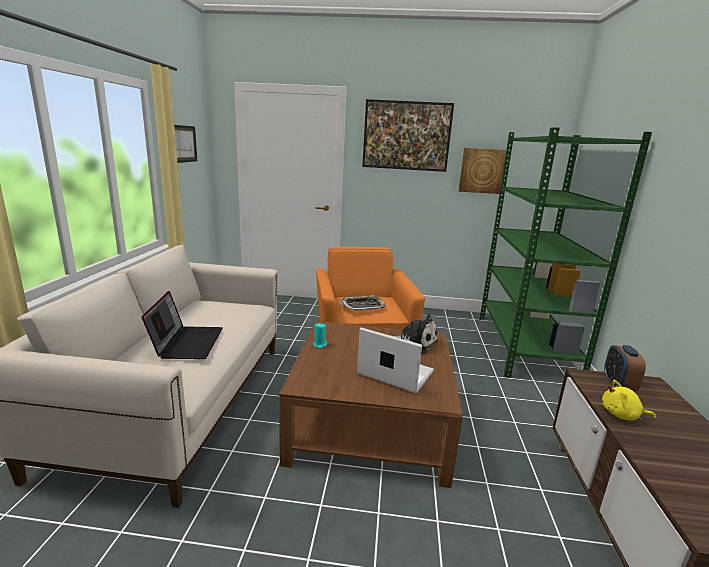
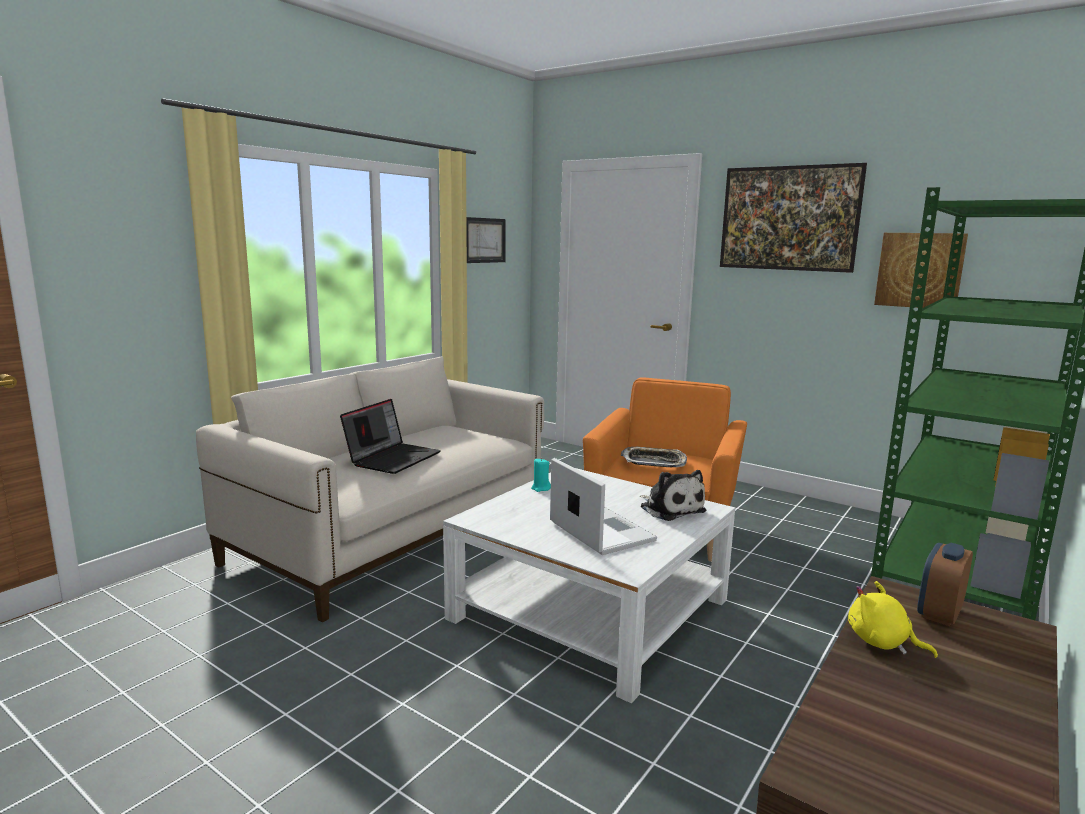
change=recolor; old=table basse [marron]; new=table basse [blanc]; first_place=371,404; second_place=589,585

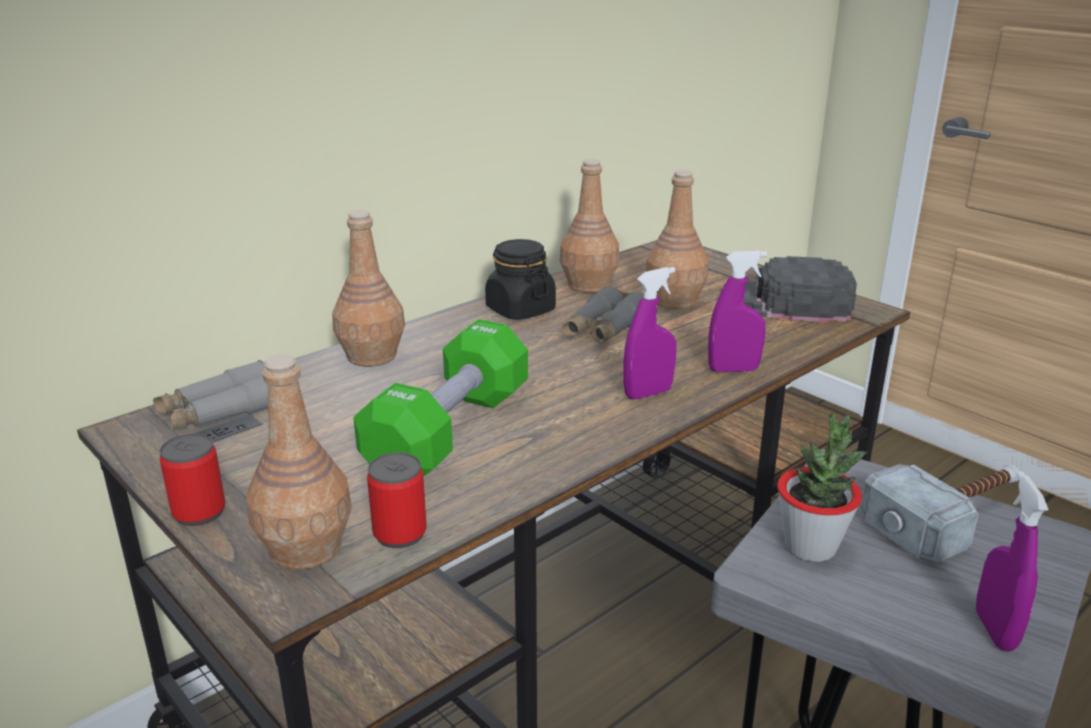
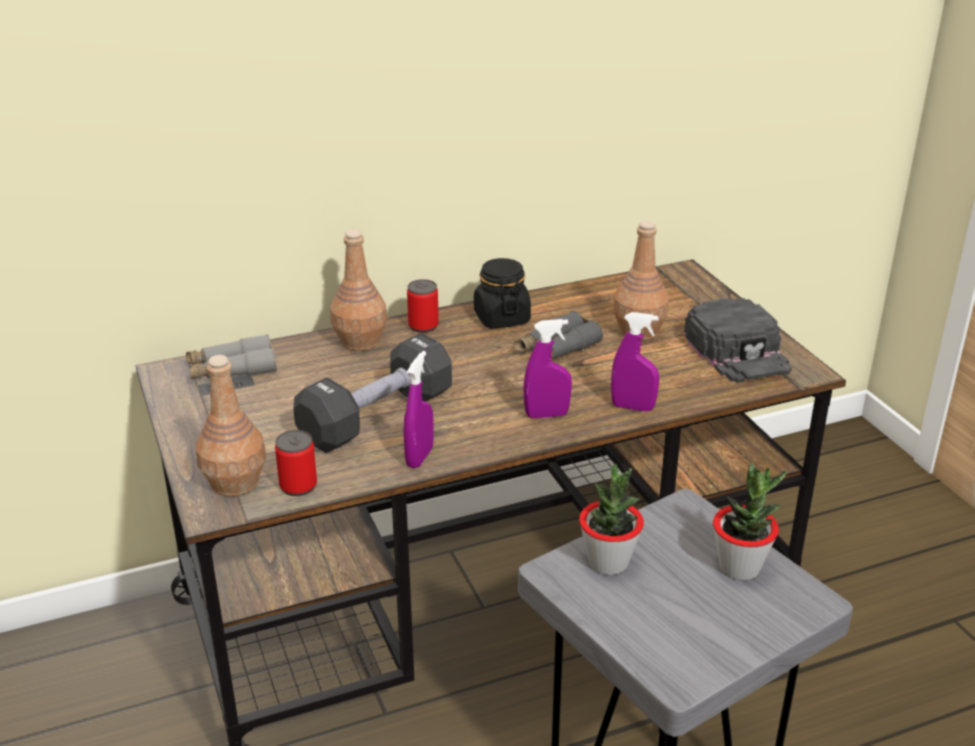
change=delete; old=bouteille [marron]; first_place=589,226
change=move; old=boîte métallique; first_place=192,480; second_place=423,306
change=move; old=vaporisateur [violet]; first_place=1012,561; second_place=418,409
change=replace; old=marteau; new=plante en pot; first_place=939,513; second_place=750,521
change=recolor; old=haltère [vert]; new=haltère [noir]; first_place=441,398; second_place=372,393
change=rotate; old=casquette [noir]; first_place=790,289; second_place=738,340; degrees=-135

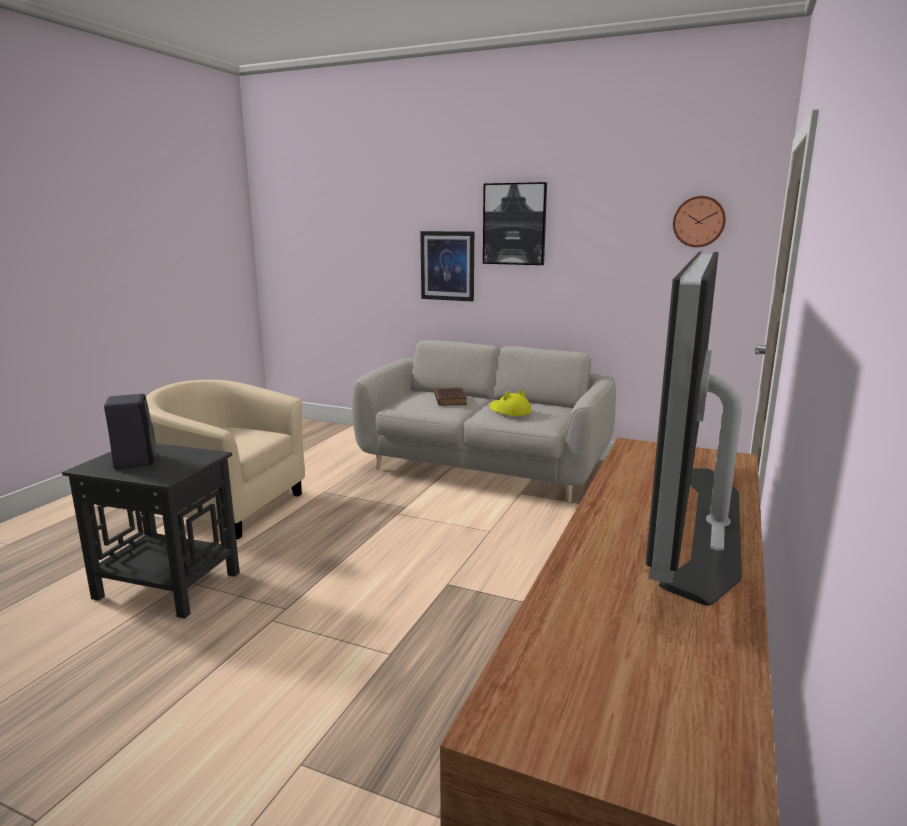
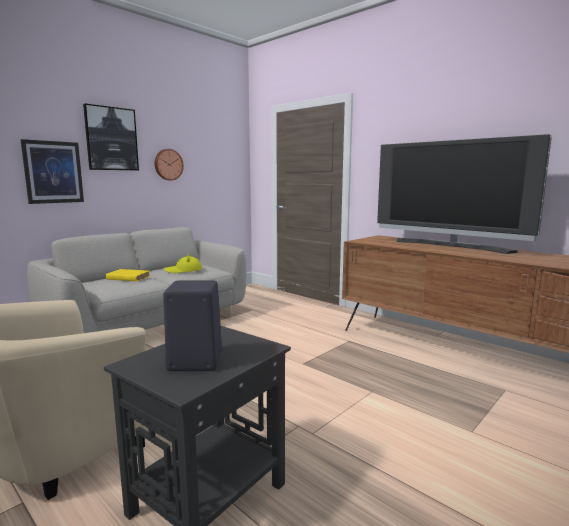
change=move; old=horloge murale; first_place=699,221; second_place=169,164
change=recolor; old=livre [marron]; new=livre [jaune]; first_place=450,397; second_place=128,275

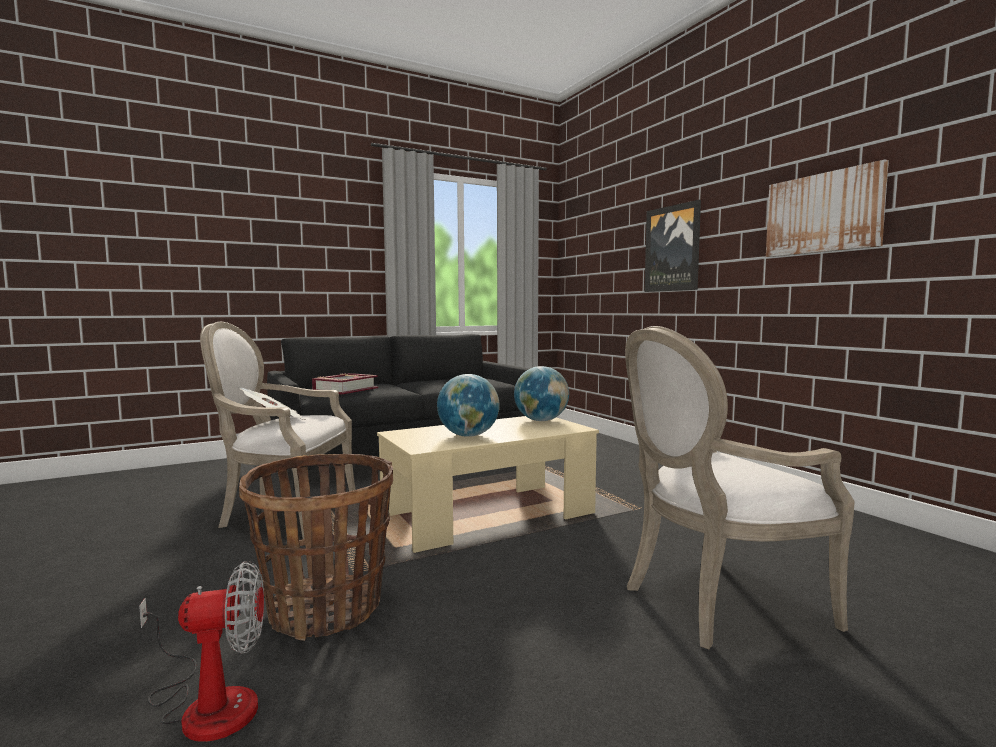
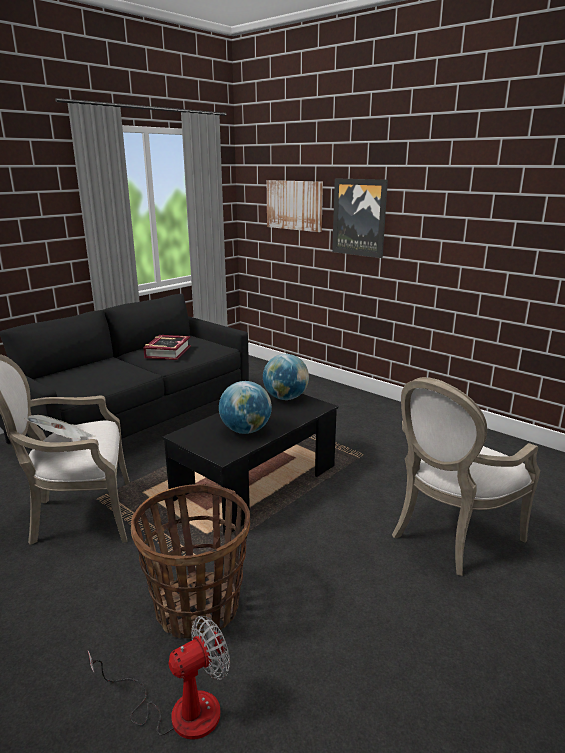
change=move; old=livre; first_place=345,383; second_place=167,347
change=move; old=tableau; first_place=827,208; second_place=295,206
change=recolor; old=table basse [beige]; new=table basse [noir]; first_place=488,484; second_place=250,464

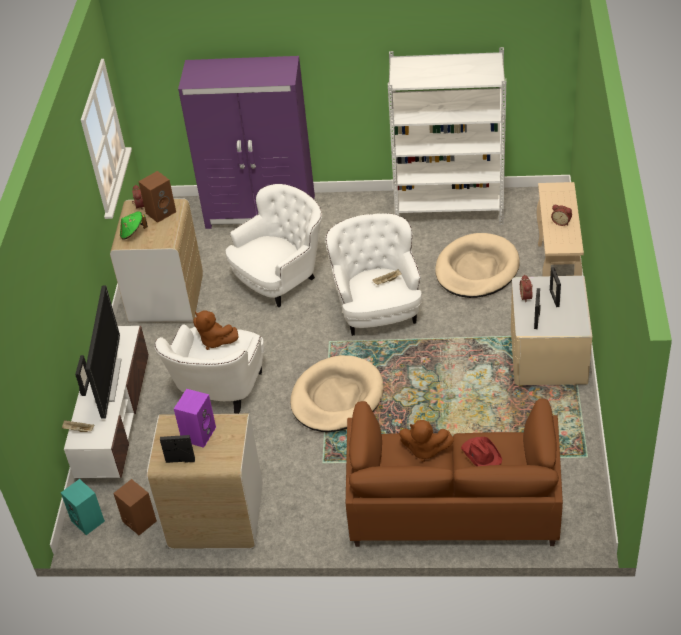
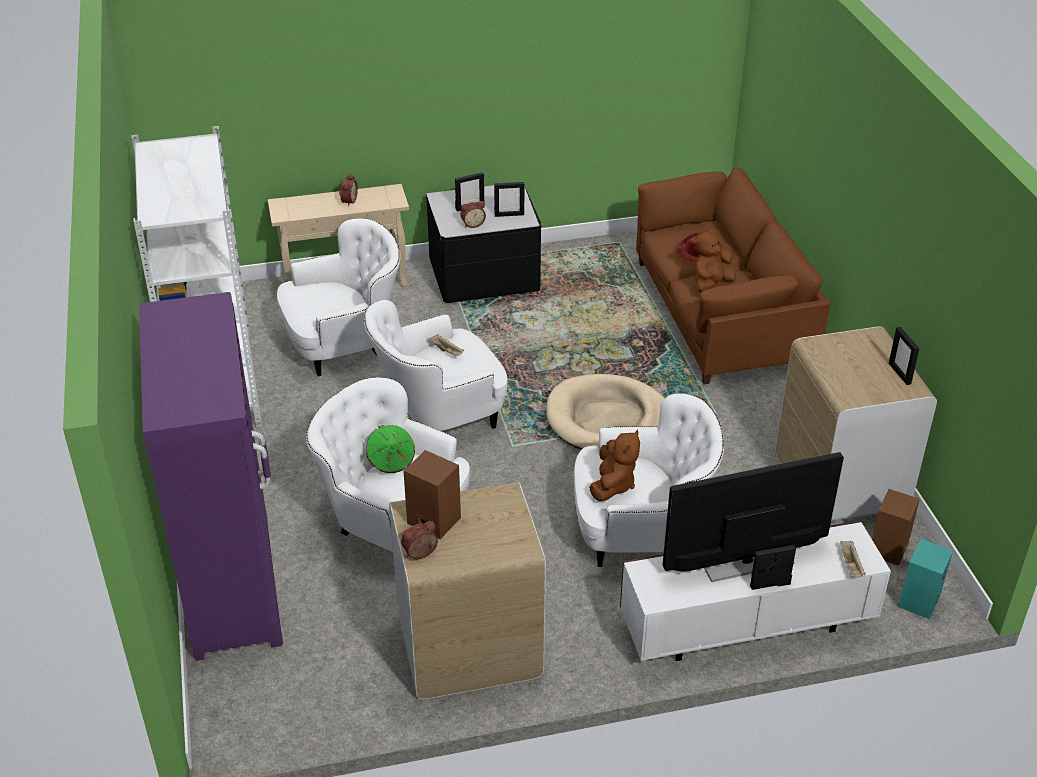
change=delete; old=enceinte [violet]; first_place=195,418
change=move; old=chapeau [vert]; first_place=134,225; second_place=390,449
change=replace; old=panier pour chien [beige]; new=fauteuil [blanc]; first_place=477,265; second_place=339,297
change=recolor; old=table de chevet [beige]; new=table de chevet [noir]; first_place=551,330; second_place=483,244
change=rotate; old=peluche [marron]; first_place=426,441; second_place=715,261; degrees=-135

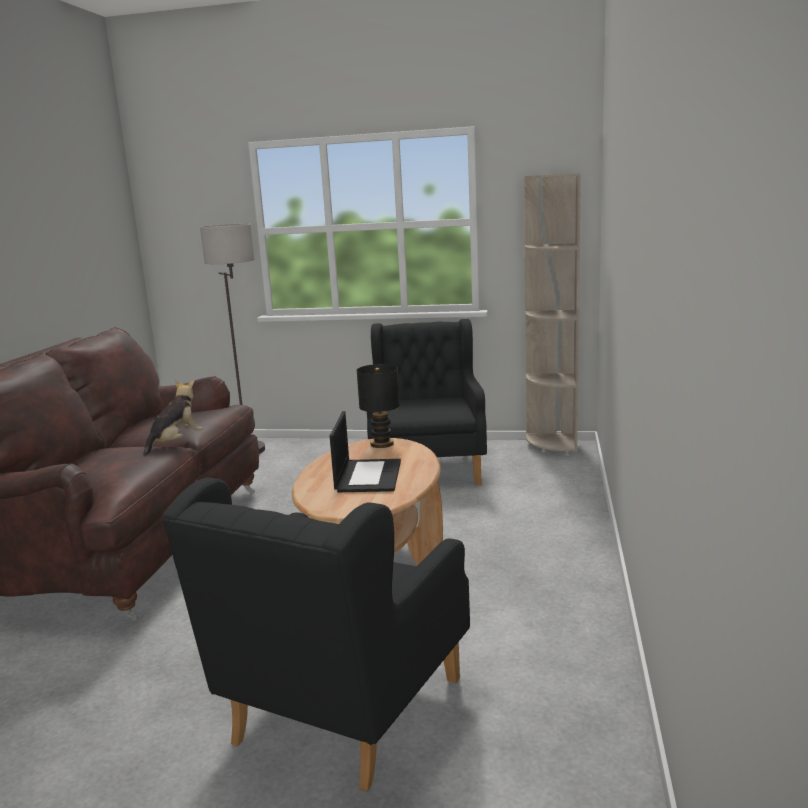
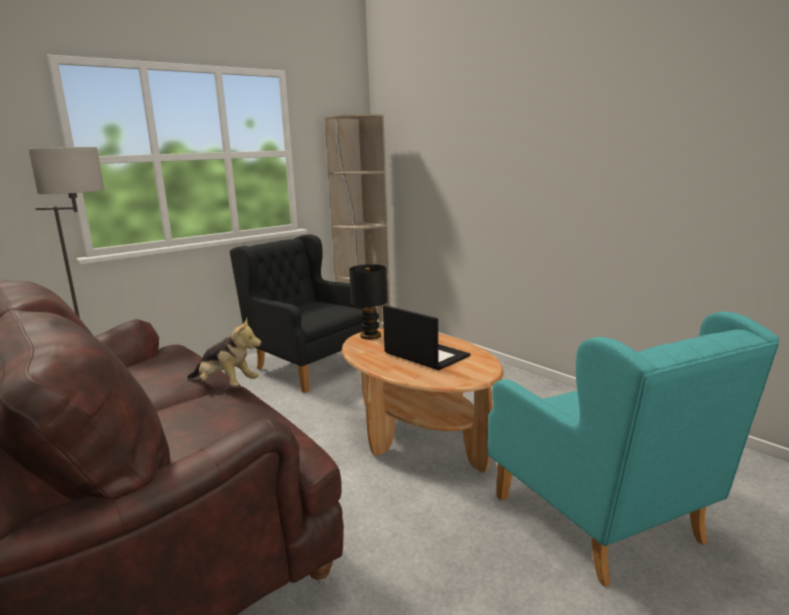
change=recolor; old=fauteuil [noir]; new=fauteuil [turquoise]; first_place=316,634; second_place=634,449
change=rotate; old=peluche; first_place=173,418; second_place=224,351; degrees=135

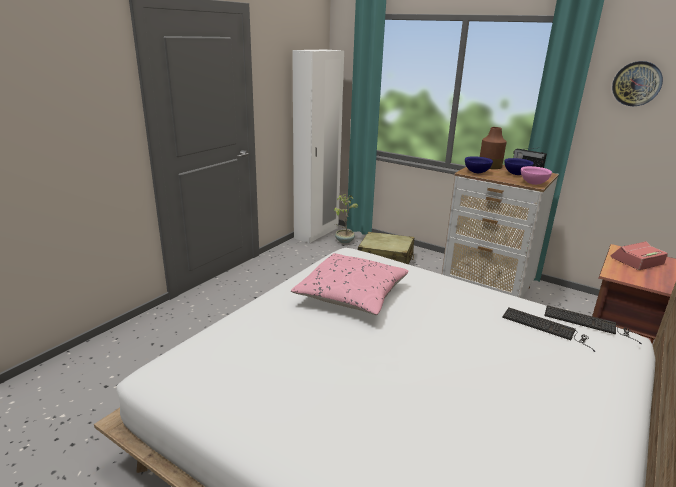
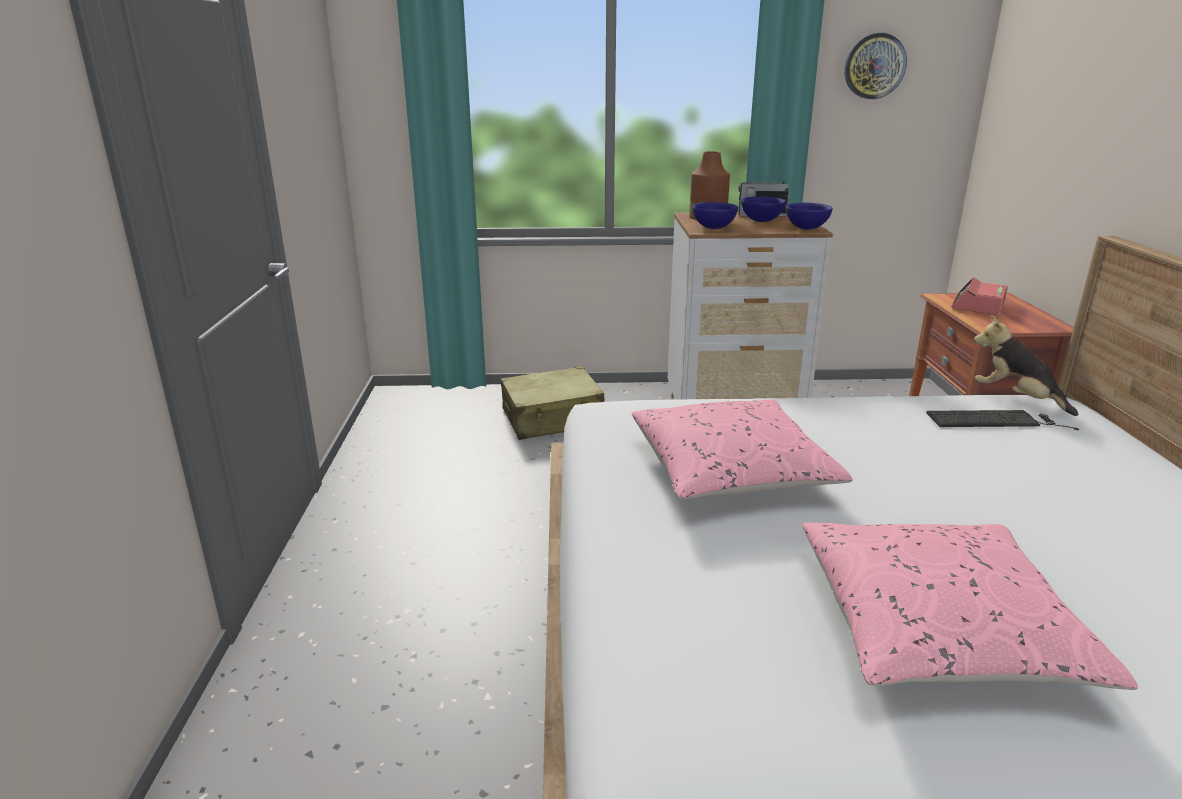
change=delete; old=armoire [blanc]; first_place=318,146
change=delete; old=plante en pot; first_place=346,219
change=insert; new=coussin [rose]; second_place=970,606
change=replace; old=clavier; new=peluche; first_place=593,325; second_place=1026,365
change=recolor; old=bol [rose]; new=bol [bleu]; first_place=536,175; second_place=809,216

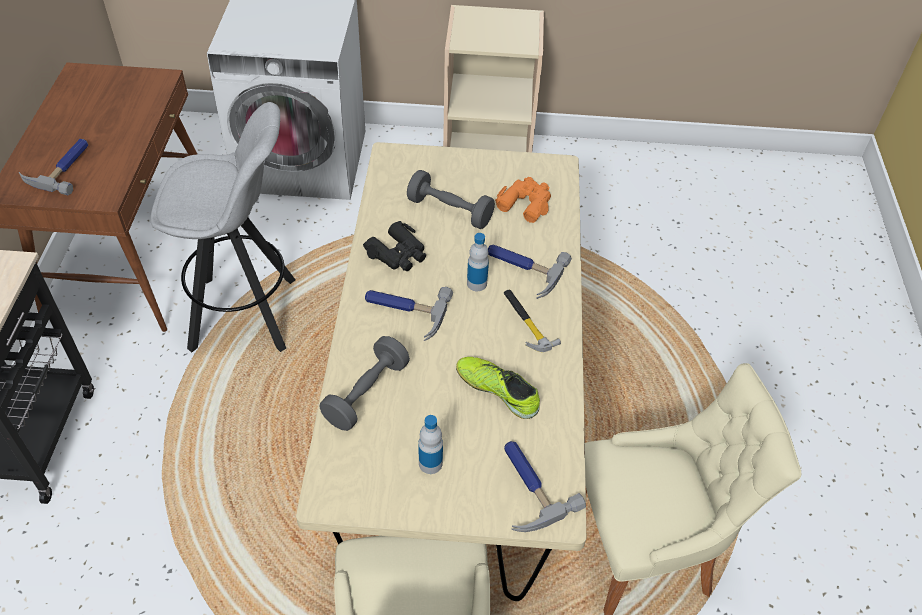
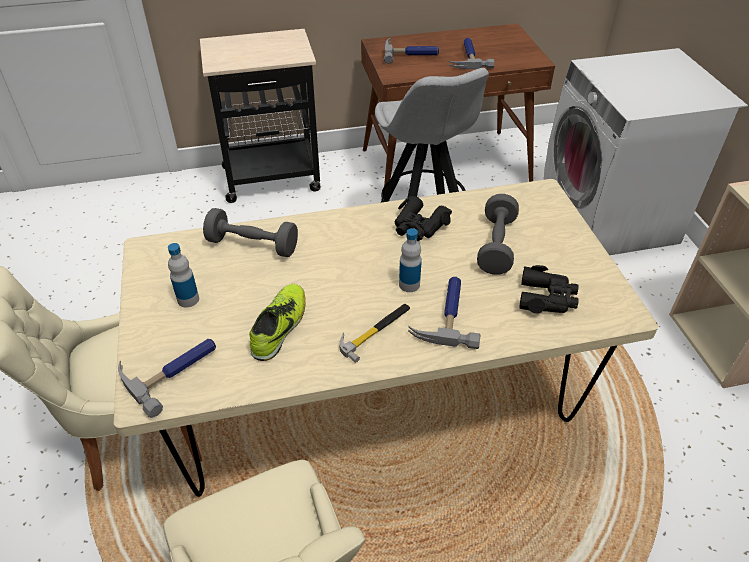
change=move; old=marteau; first_place=409,314; second_place=472,53
change=recolor; old=jumelles [orange]; new=jumelles [noir]; first_place=523,200; second_place=549,289

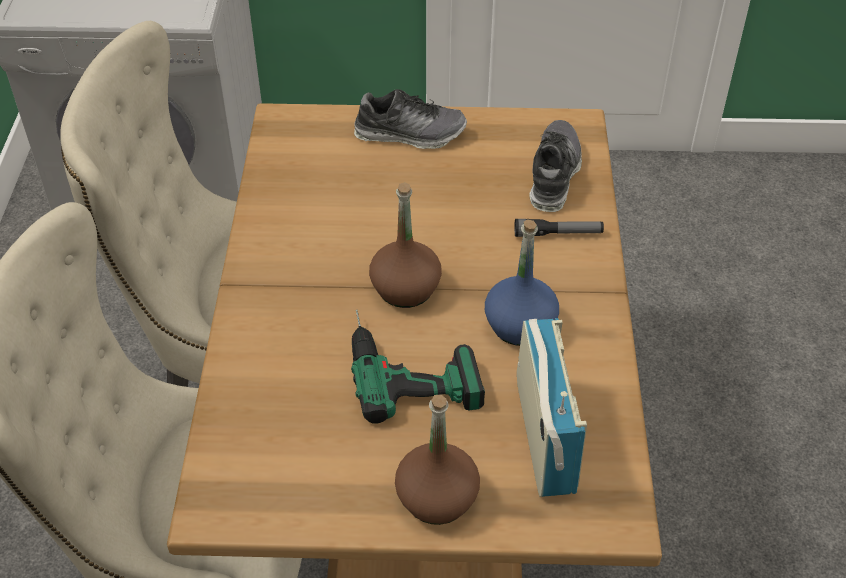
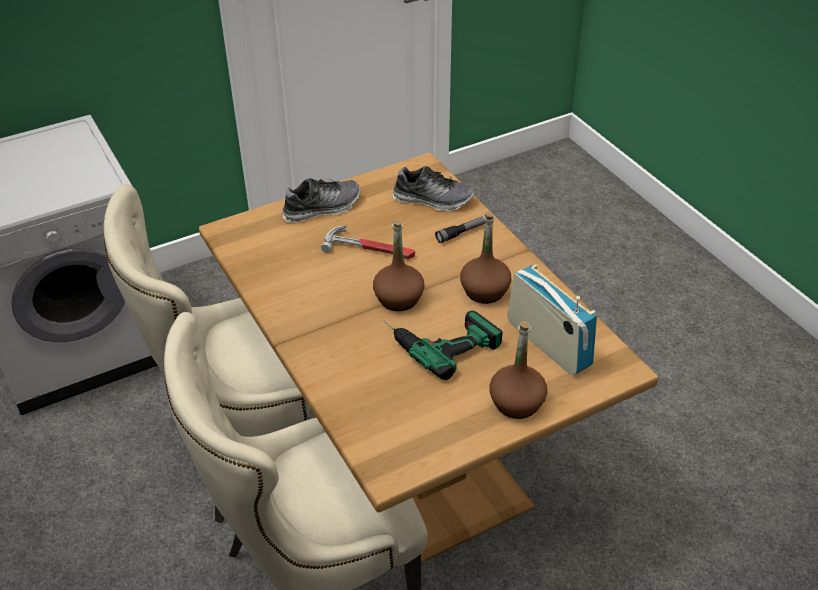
change=insert; new=marteau; second_place=368,242
change=recolor; old=bouteille [bleu]; new=bouteille [marron]; first_place=522,282; second_place=485,258
change=rotate; old=chaussure; first_place=555,166; second_place=433,188; degrees=120

